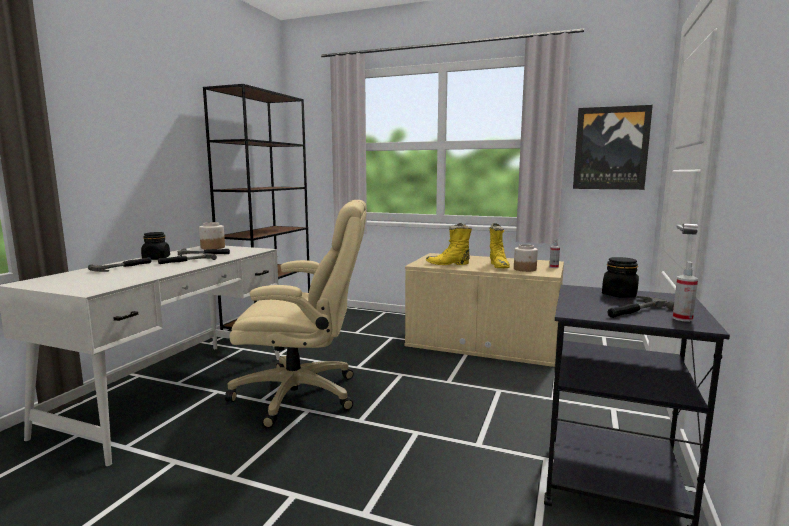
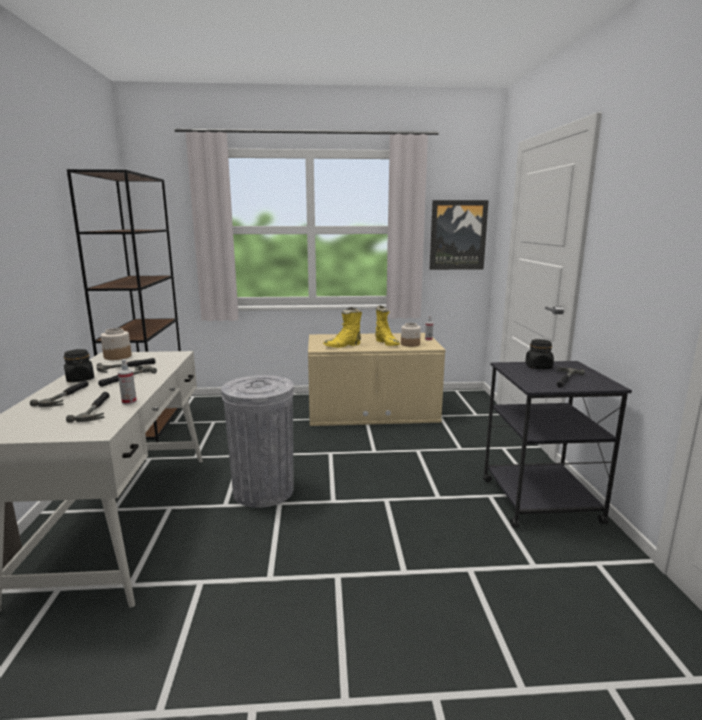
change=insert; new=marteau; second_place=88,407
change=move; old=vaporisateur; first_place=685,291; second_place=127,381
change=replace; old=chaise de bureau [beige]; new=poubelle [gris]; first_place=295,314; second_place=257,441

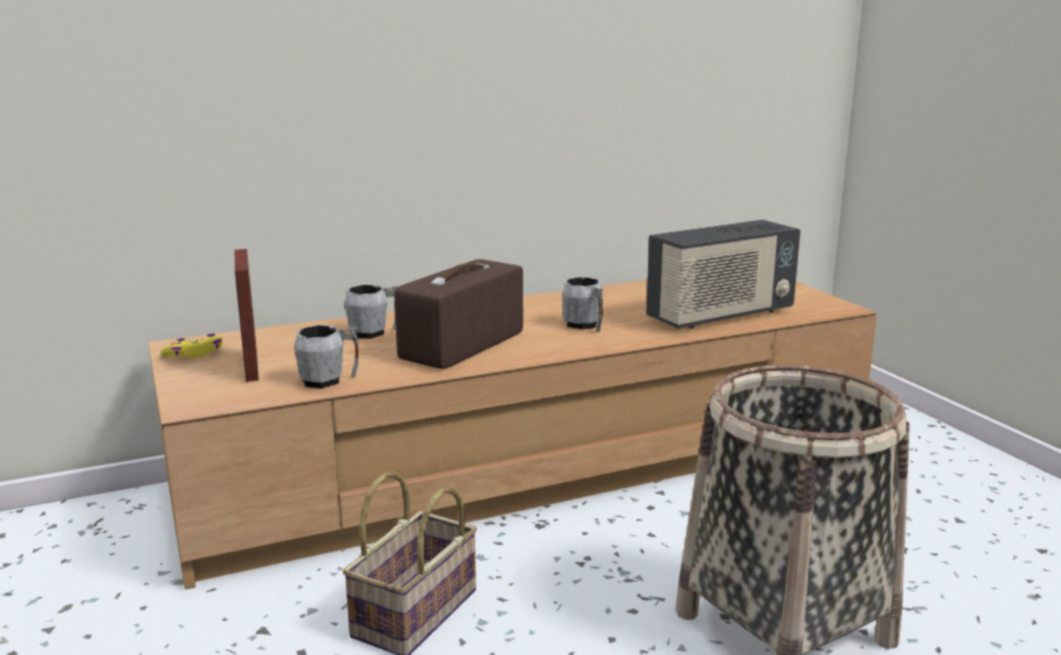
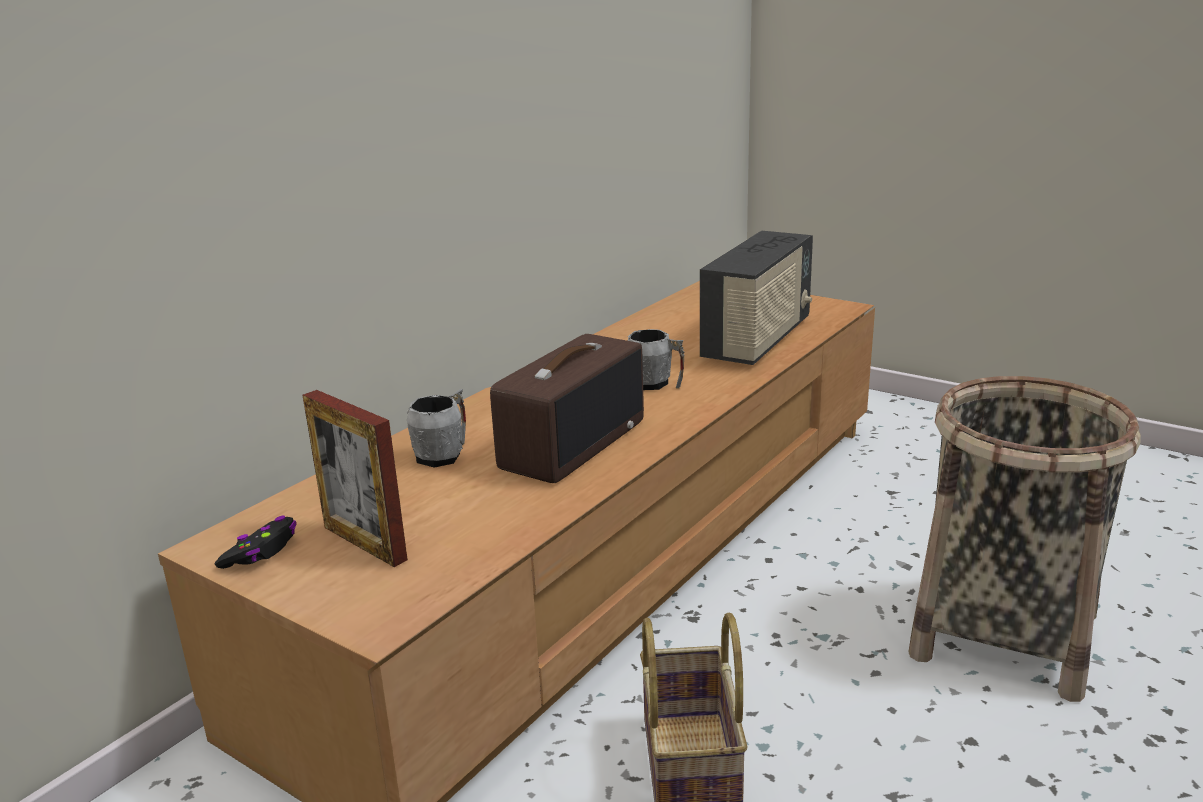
change=delete; old=mug [gris]; first_place=326,356
change=recolor; old=manette [jaune]; new=manette [noir]; first_place=191,346; second_place=256,542
change=rotate; old=radio; first_place=458,314; second_place=567,408; degrees=-150

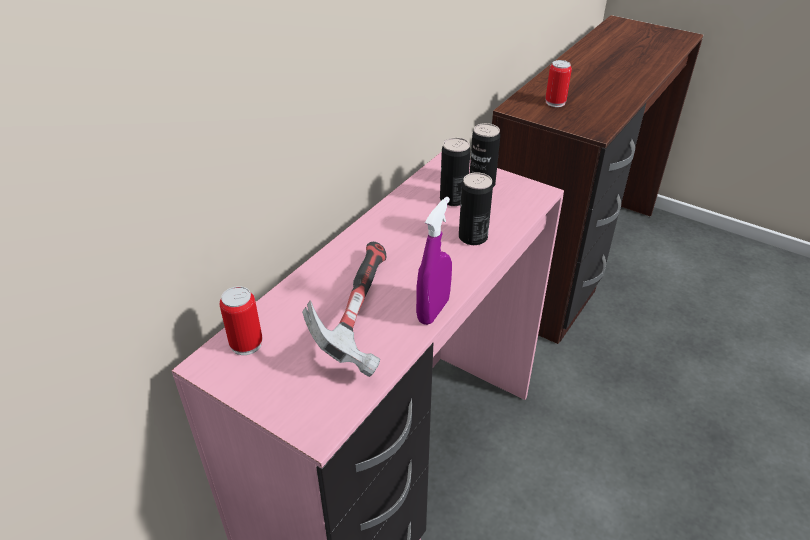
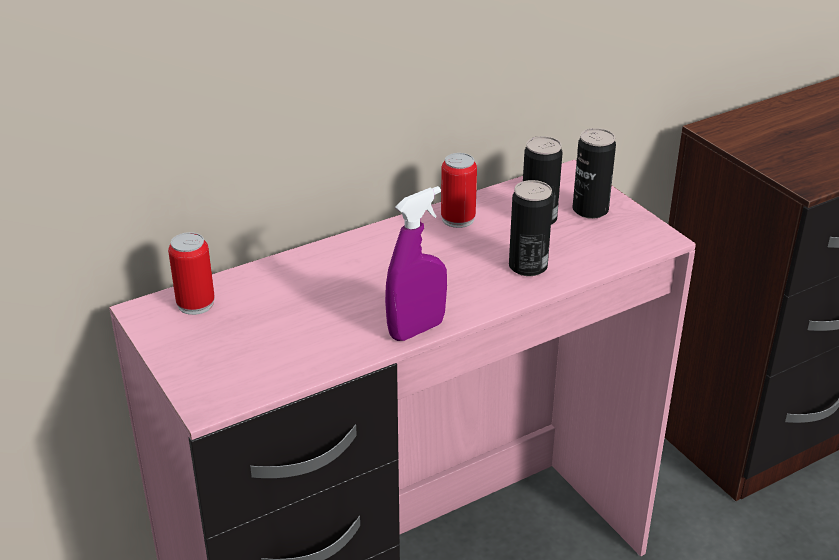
change=delete; old=marteau; first_place=344,309
change=move; old=boîte métallique; first_place=558,83; second_place=459,190

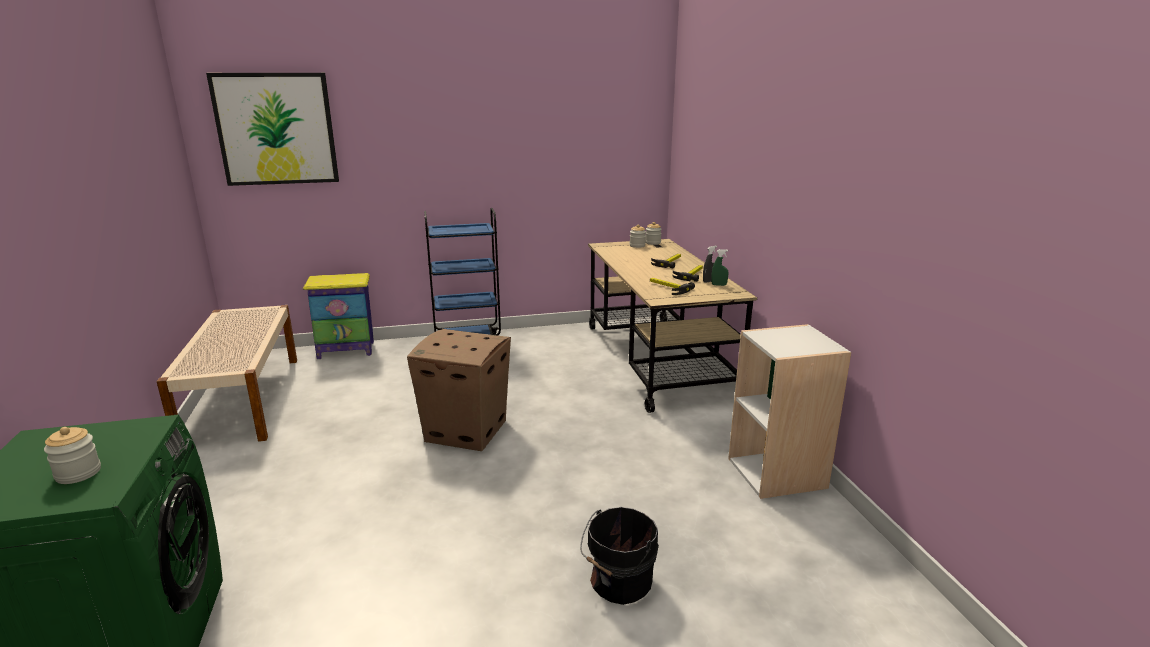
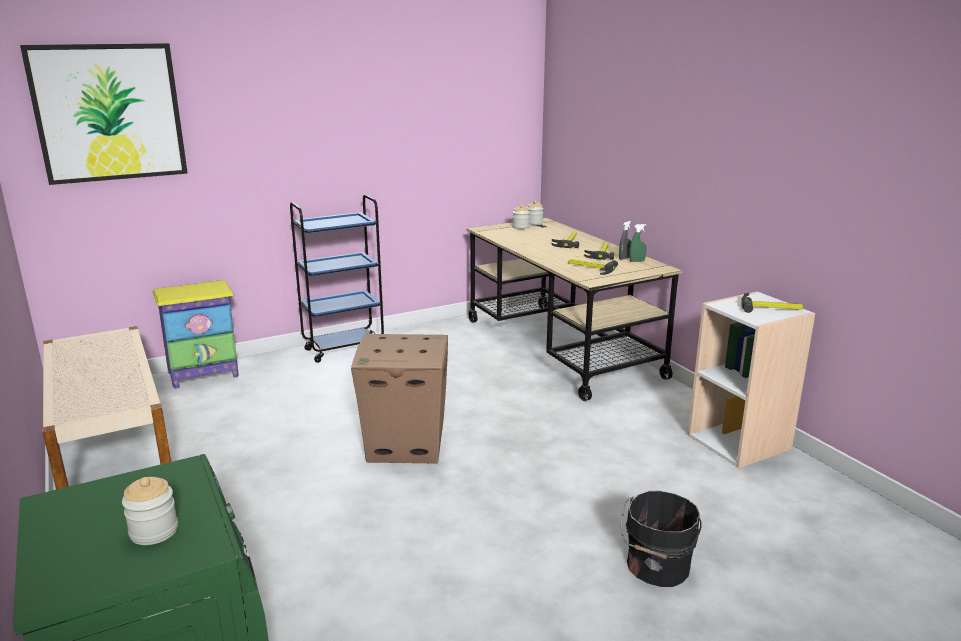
change=insert; new=marteau; second_place=772,303

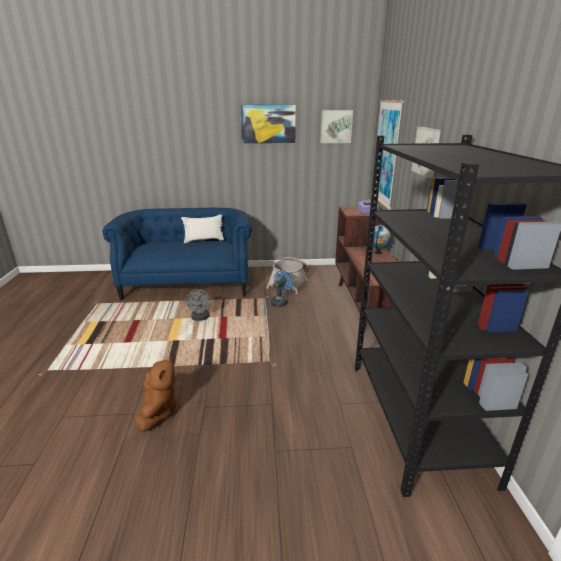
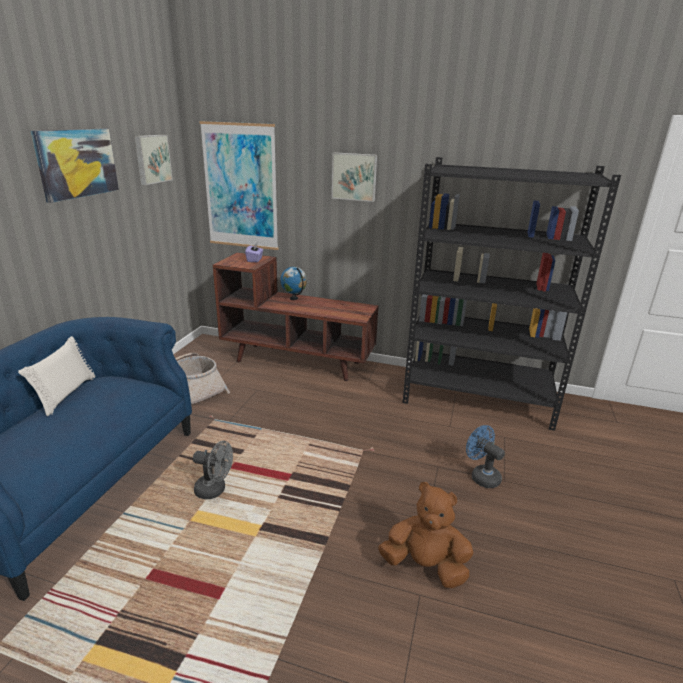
change=move; old=ventilateur [bleu]; first_place=282,288; second_place=485,456

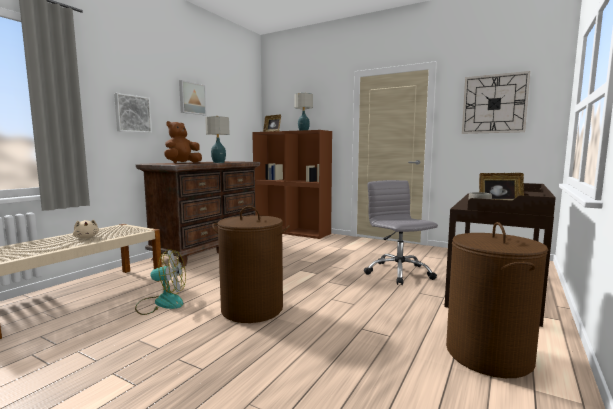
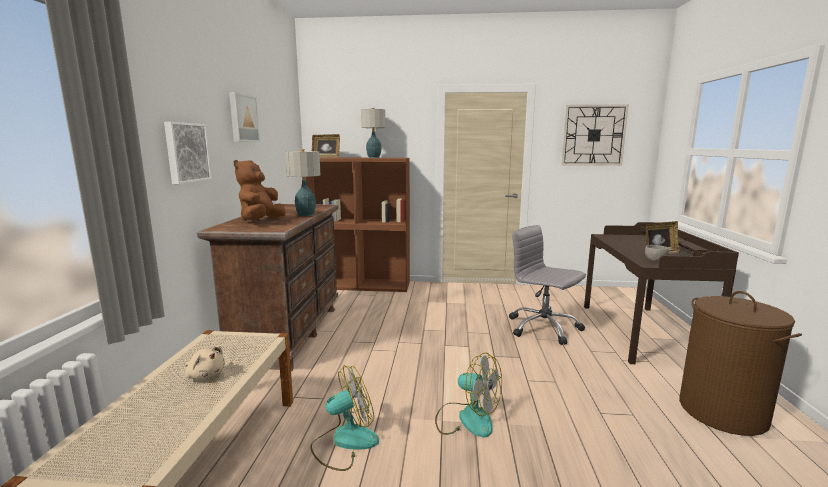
change=replace; old=panier à linge [marron]; new=ventilateur; first_place=251,264; second_place=468,395

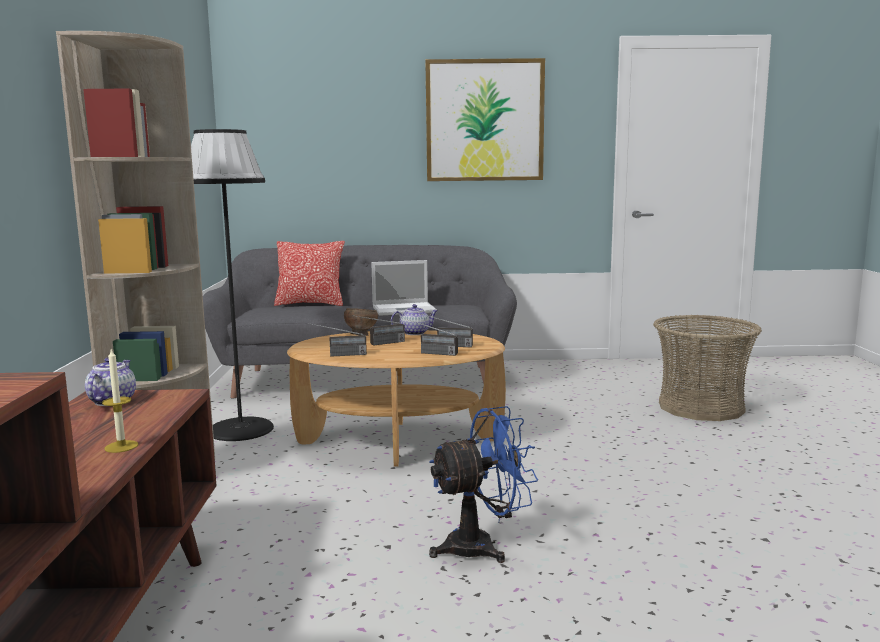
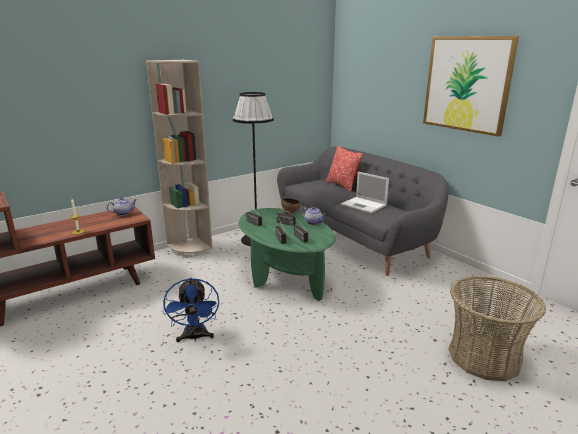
change=recolor; old=table basse [marron]; new=table basse [vert]; first_place=396,398; second_place=287,254
change=rotate; old=ventilateur [bleu]; first_place=483,484; second_place=191,310; degrees=45

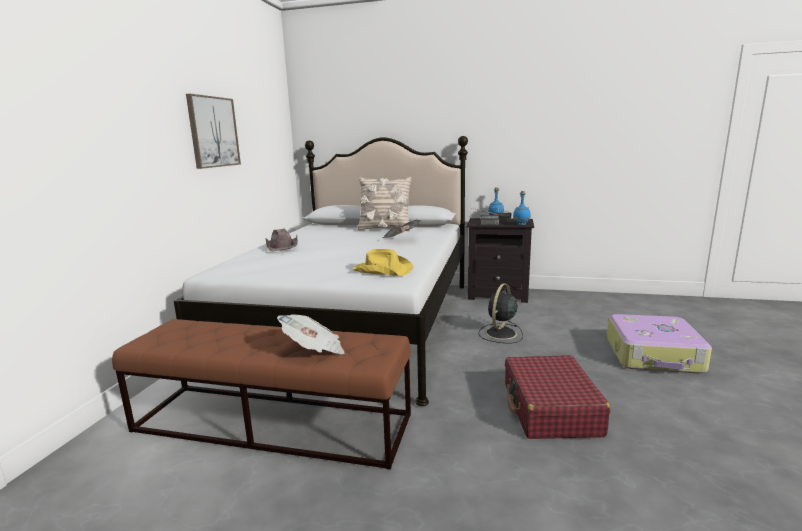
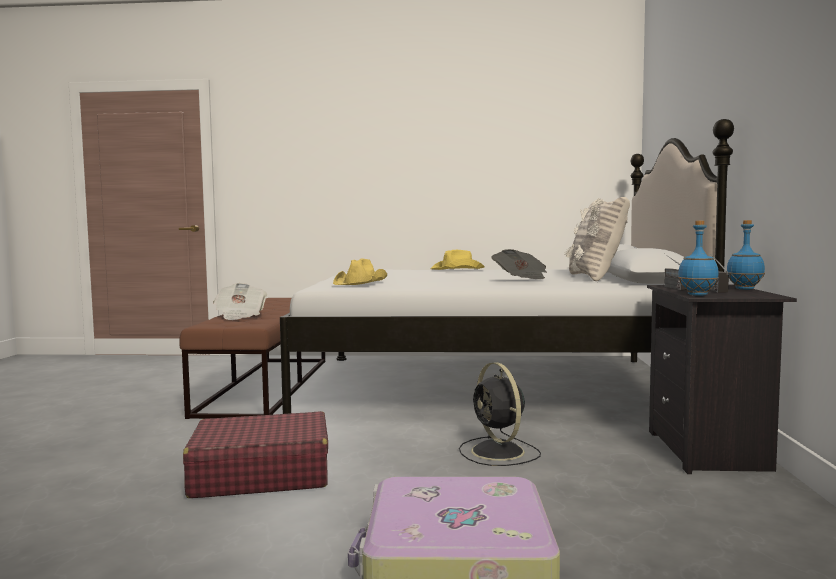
change=delete; old=tableau; first_place=213,131
change=recolor; old=chapeau [marron]; new=chapeau [jaune]; first_place=282,239; second_place=457,260
change=rotate; old=ventilateur [noir]; first_place=500,313; second_place=500,414; degrees=-135

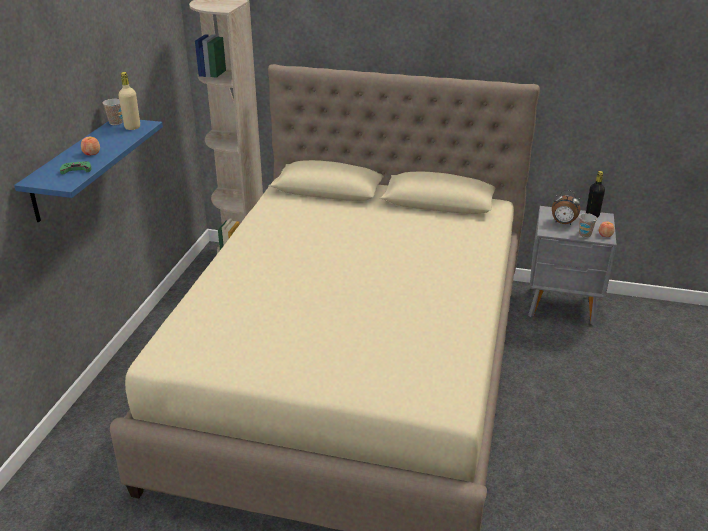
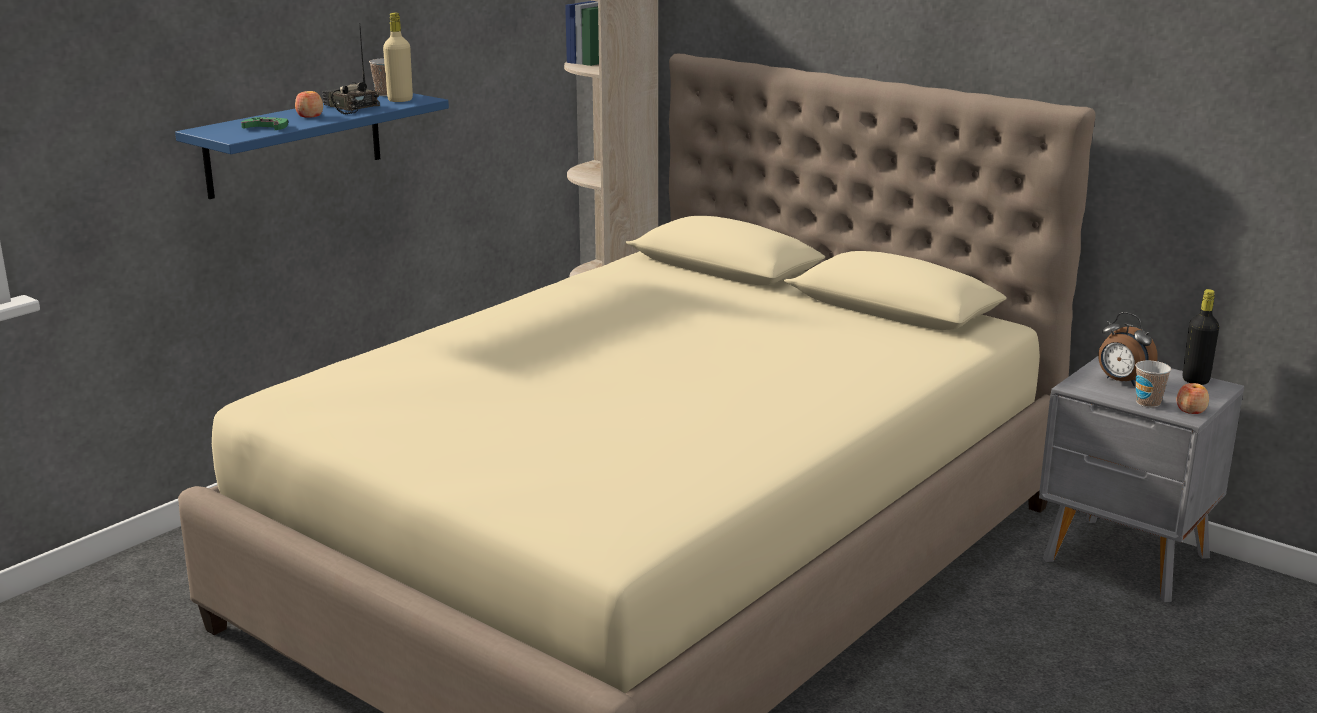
change=insert; new=radio; second_place=351,68

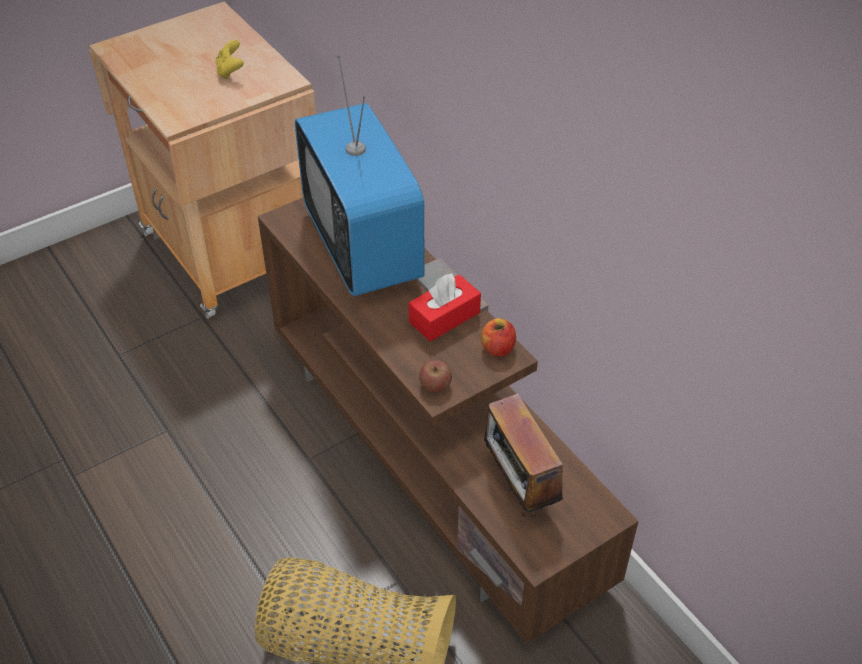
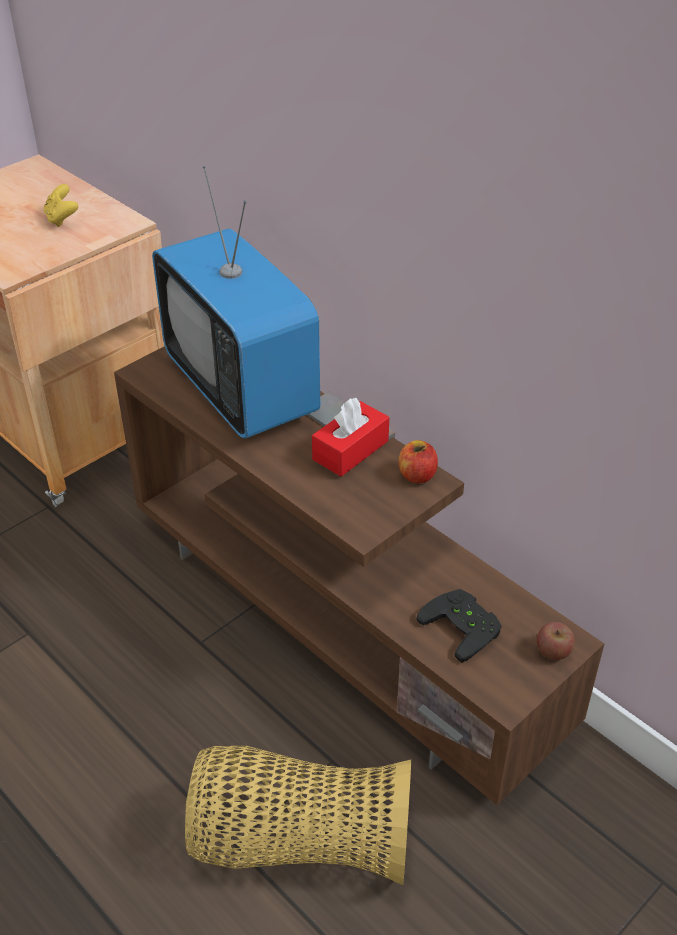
change=move; old=pomme; first_place=435,376; second_place=556,641
change=replace; old=radio; new=manette [noir]; first_place=523,455; second_place=459,626

